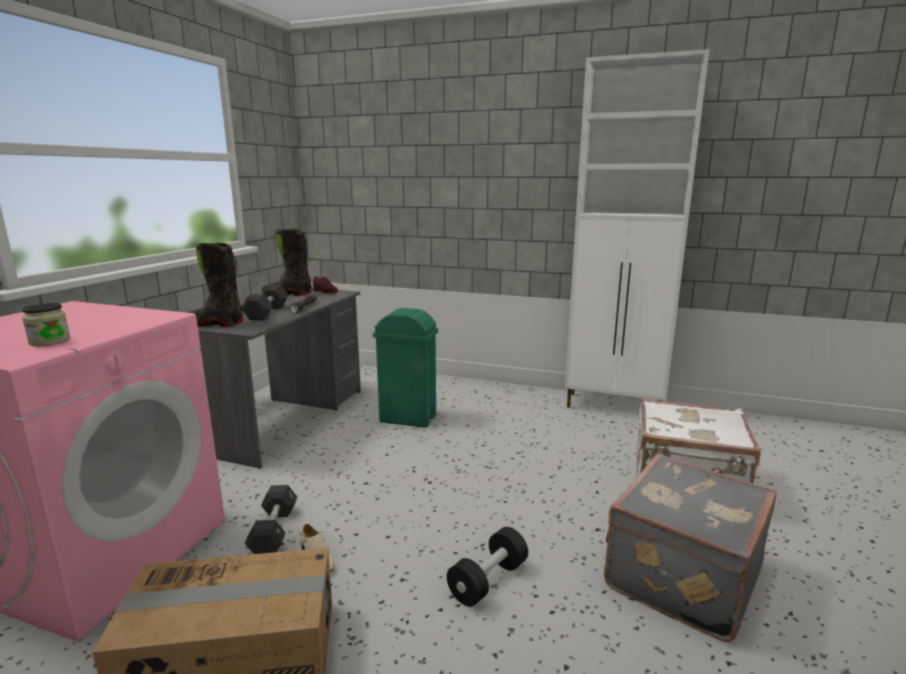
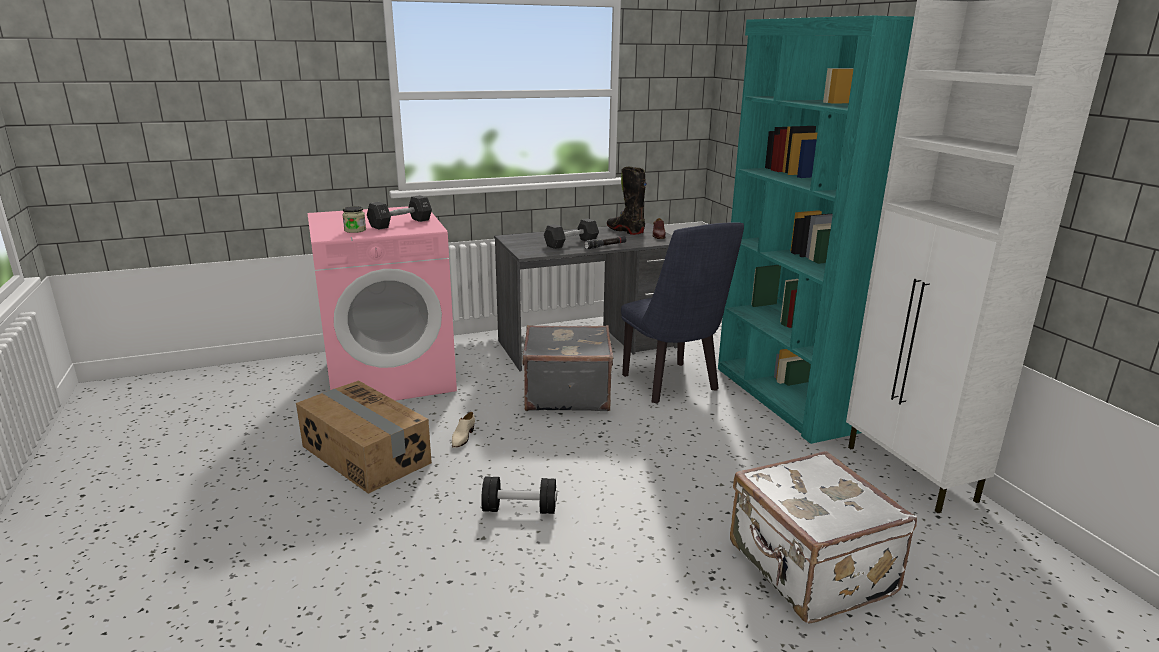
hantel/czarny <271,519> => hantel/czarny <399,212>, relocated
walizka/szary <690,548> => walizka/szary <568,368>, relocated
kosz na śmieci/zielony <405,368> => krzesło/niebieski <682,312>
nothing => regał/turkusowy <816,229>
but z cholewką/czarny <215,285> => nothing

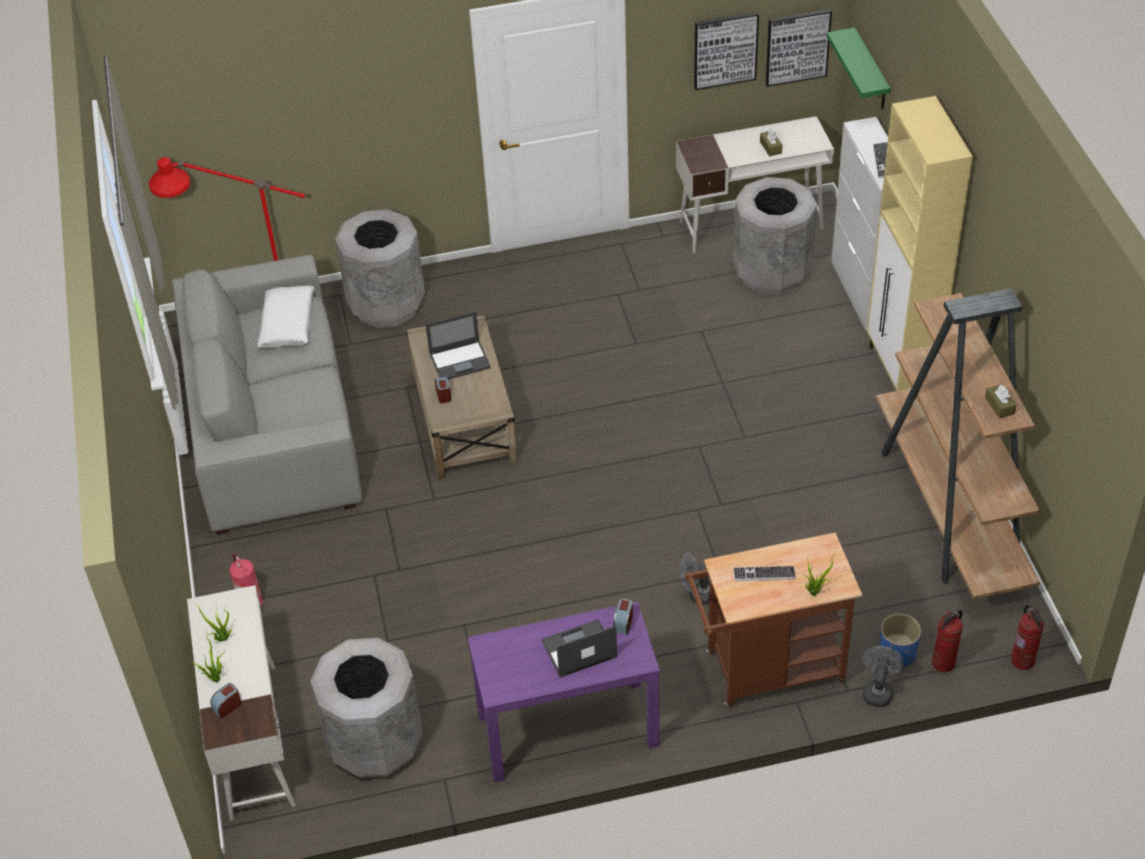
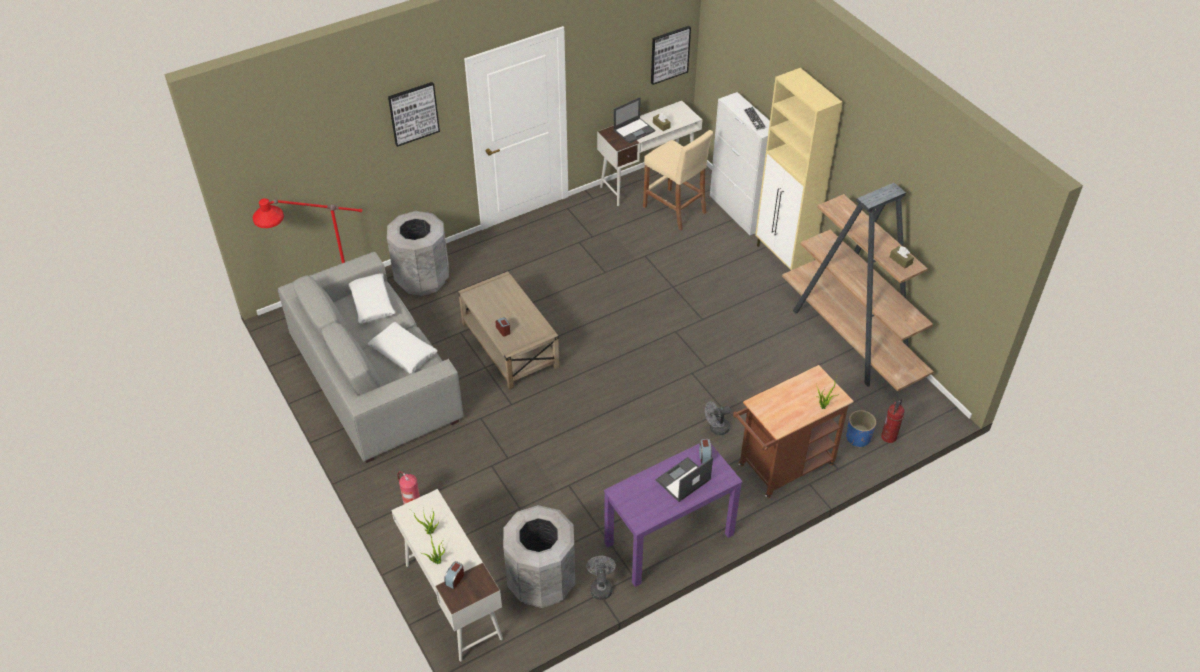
nothing => poduszka/biały <402,348>
obraz <726,51> => obraz <414,114>, relocated
wentylator/szary <883,676> => wentylator/szary <601,578>, relocated
laptop <458,346> => laptop <634,120>, relocated
kosz na śmieci/szary <775,236> => stołek/beżowy <678,180>
klawiatura <764,573> => nothing
półka/zielony <859,68> => nothing
gaśnica <1027,637> => nothing

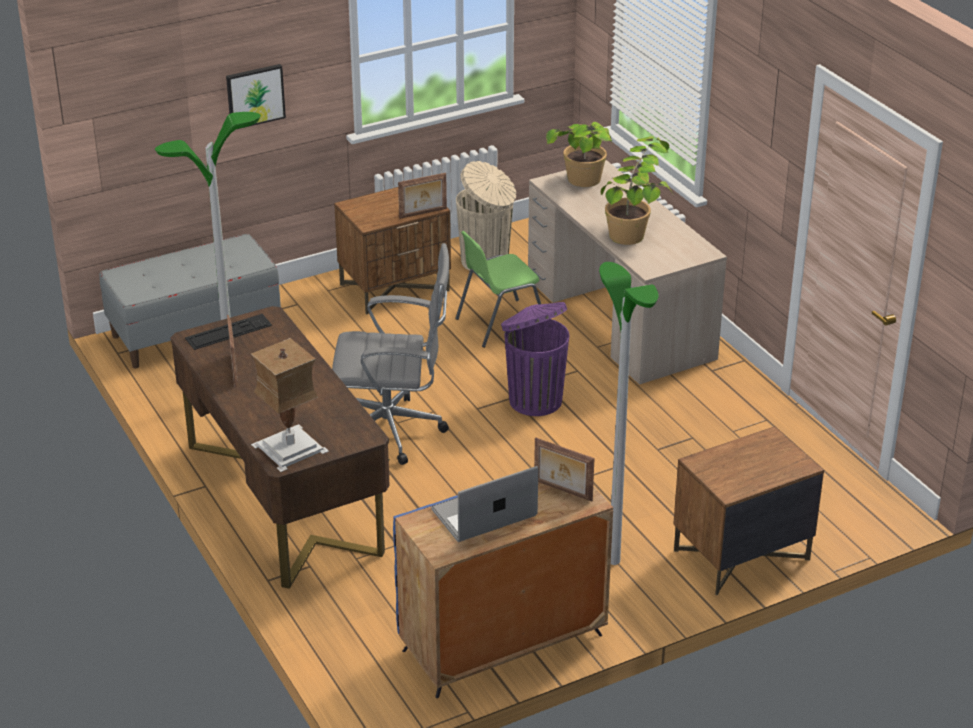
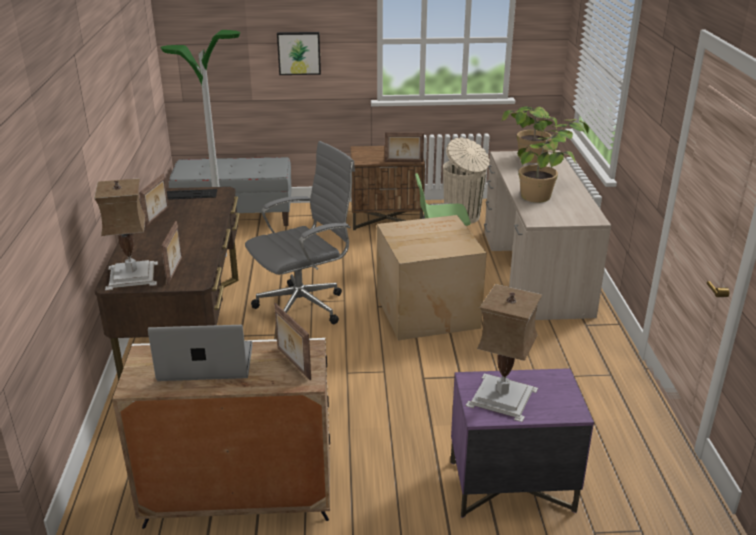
szafka/niebieski <503,590> => szafka/biały <221,433>
nothing => ramka na zdjęcie <171,253>
krzesło biurowe/szary <390,354> => krzesło biurowe/szary <300,232>, 60 degrees counterclockwise
kosz na śmieci/fioletowy <535,359> => karton <432,277>
szafka nocna/brązowy <748,510> => szafka nocna/fioletowy <522,443>
nothing => lampa stołowa <504,353>
lampa stojąca <629,413> => nothing

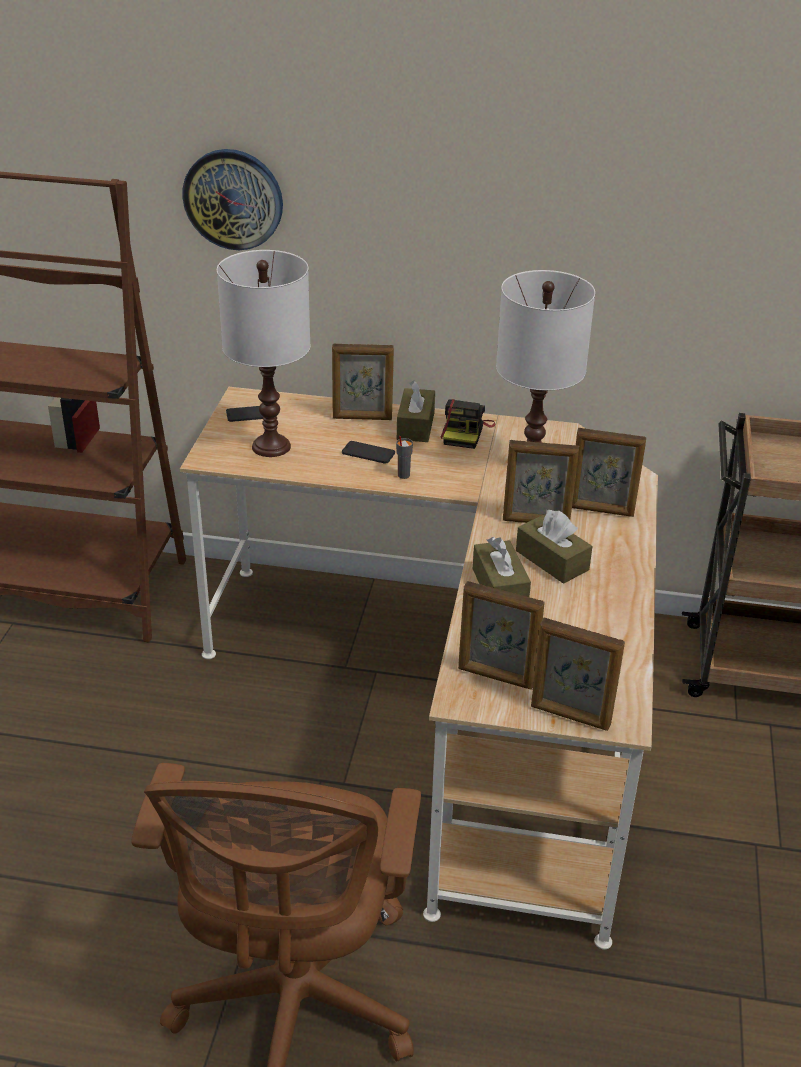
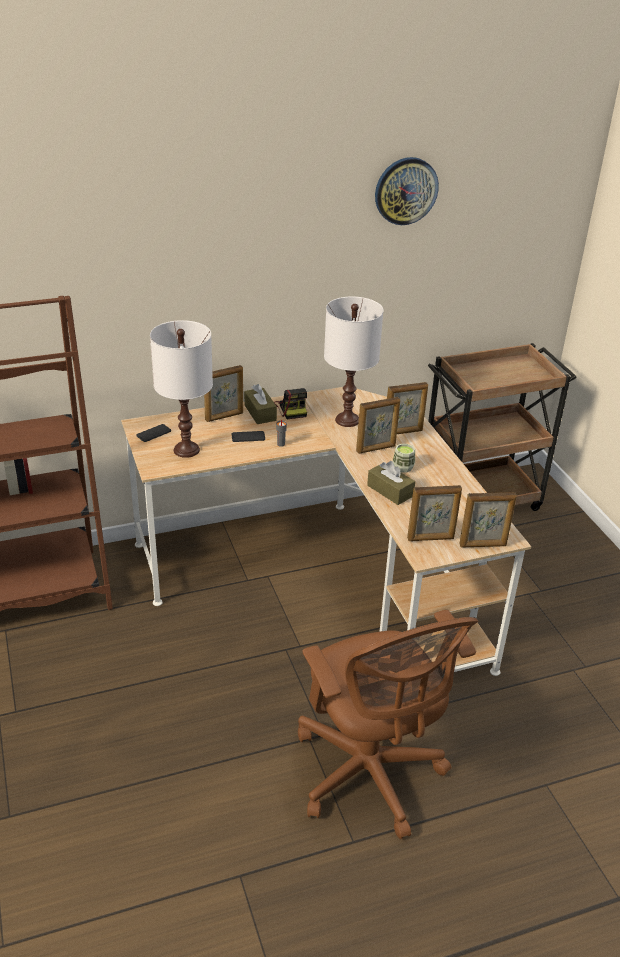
zegar ścienny <232,199> => zegar ścienny <407,191>, relocated
pudełko chusteczek/brązowy <554,547> => filiżanka <404,458>

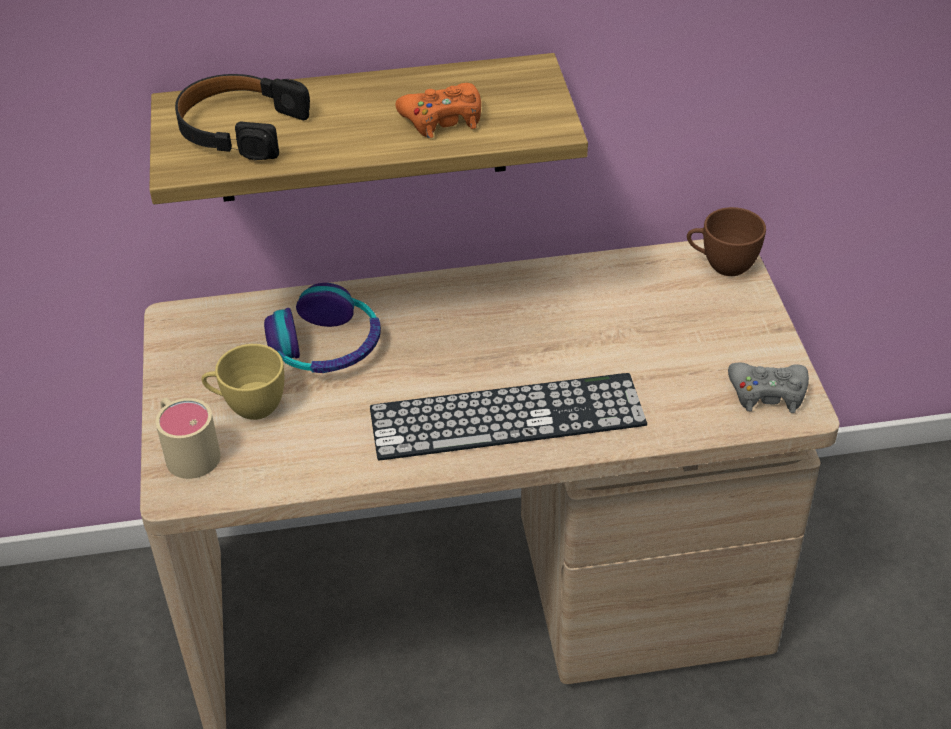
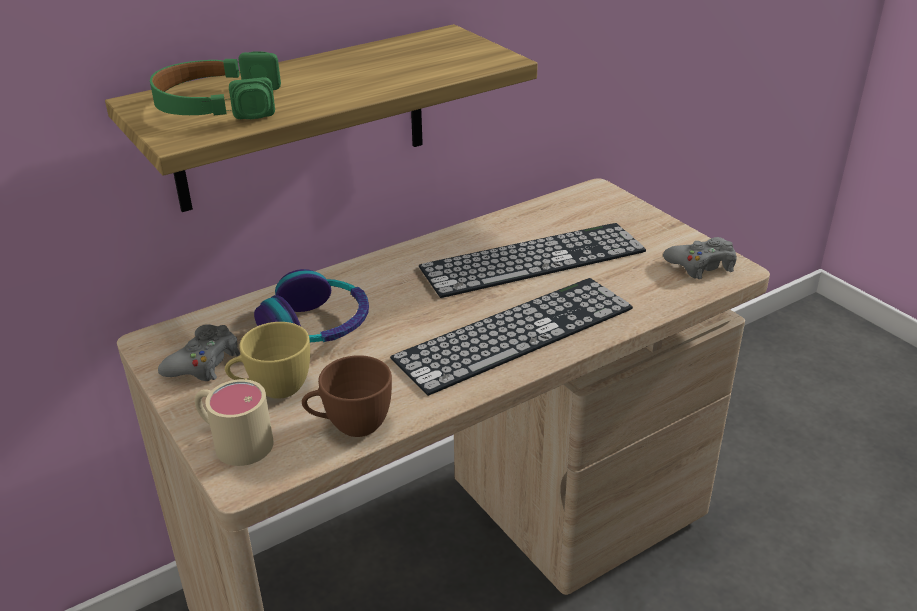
słuchawki/czarny <242,117> => słuchawki/zielony <215,85>
nothing => pad do gier/szary <199,352>
filiżanka/brązowy <726,241> => filiżanka/brązowy <347,396>, relocated
nothing => klawiatura <532,260>
pad do gier/pomarańczowy <438,110> => nothing

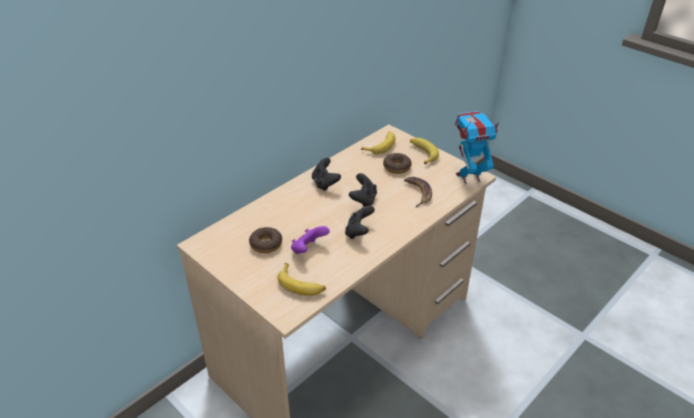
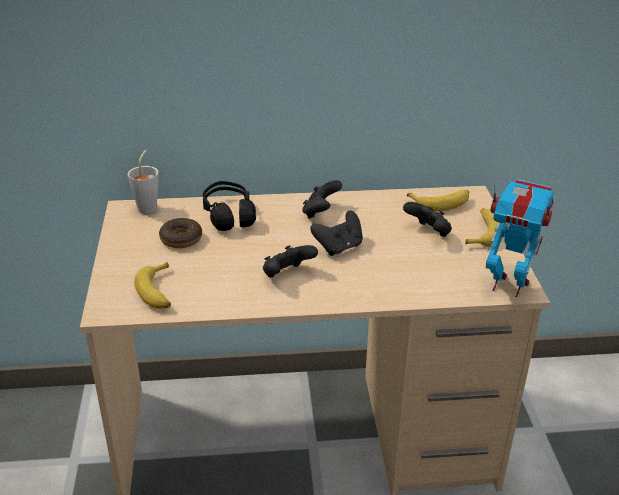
nothing => filiżanka/szary <143,182>
nothing => słuchawki/czarny <229,206>
donut <397,163> => pad do gier/czarny <427,219>
pad do gier/fioletowy <310,240> => nothing
banan <418,192> => nothing

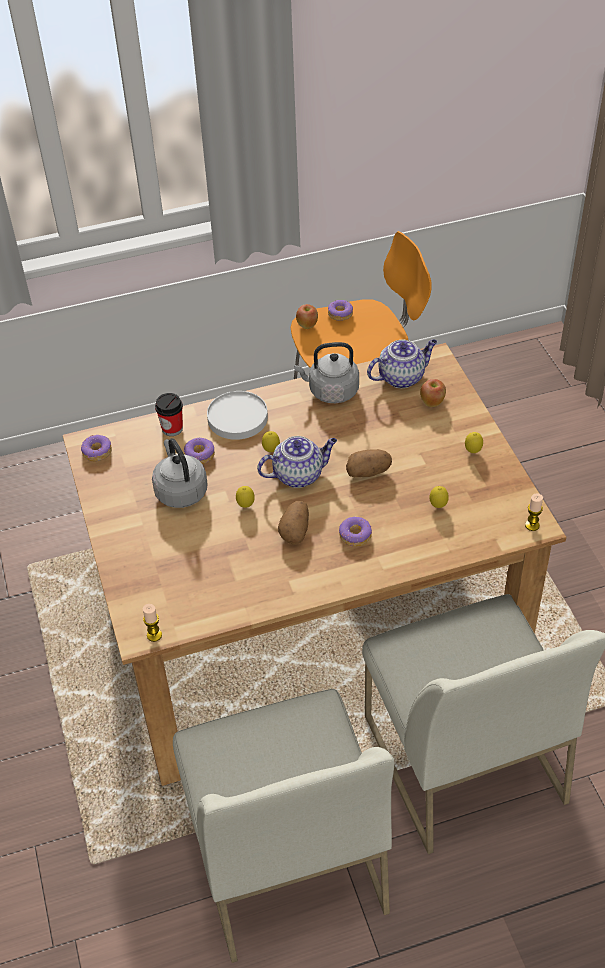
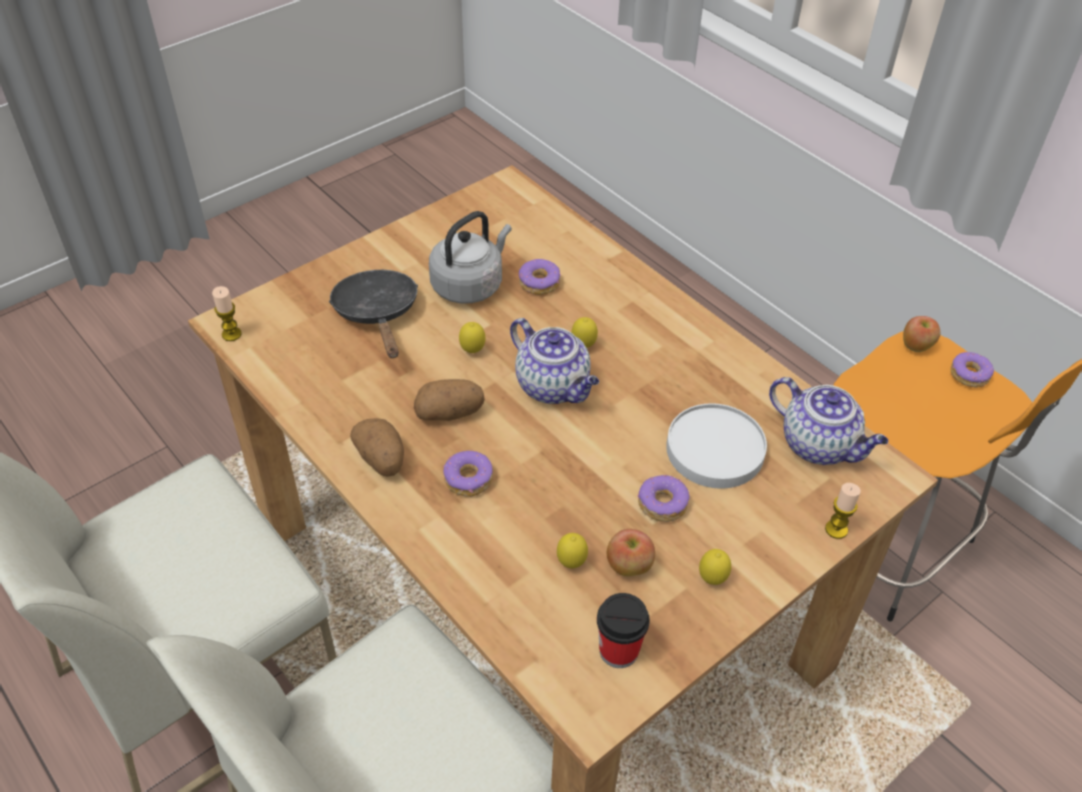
nothing => patelnia/czarny <373,314>
ziemniak <369,463> => ziemniak <377,447>, relocated
filiżanka <169,414> => filiżanka <623,630>, relocated
jabłko <433,393> => jabłko <631,552>, relocated
donut <96,448> => donut <663,498>, relocated
talerz/biały <237,415> => talerz/biały <716,445>, relocated
świeca <534,512> => świeca <843,511>, relocated
czajnik/szary <326,372> => nothing

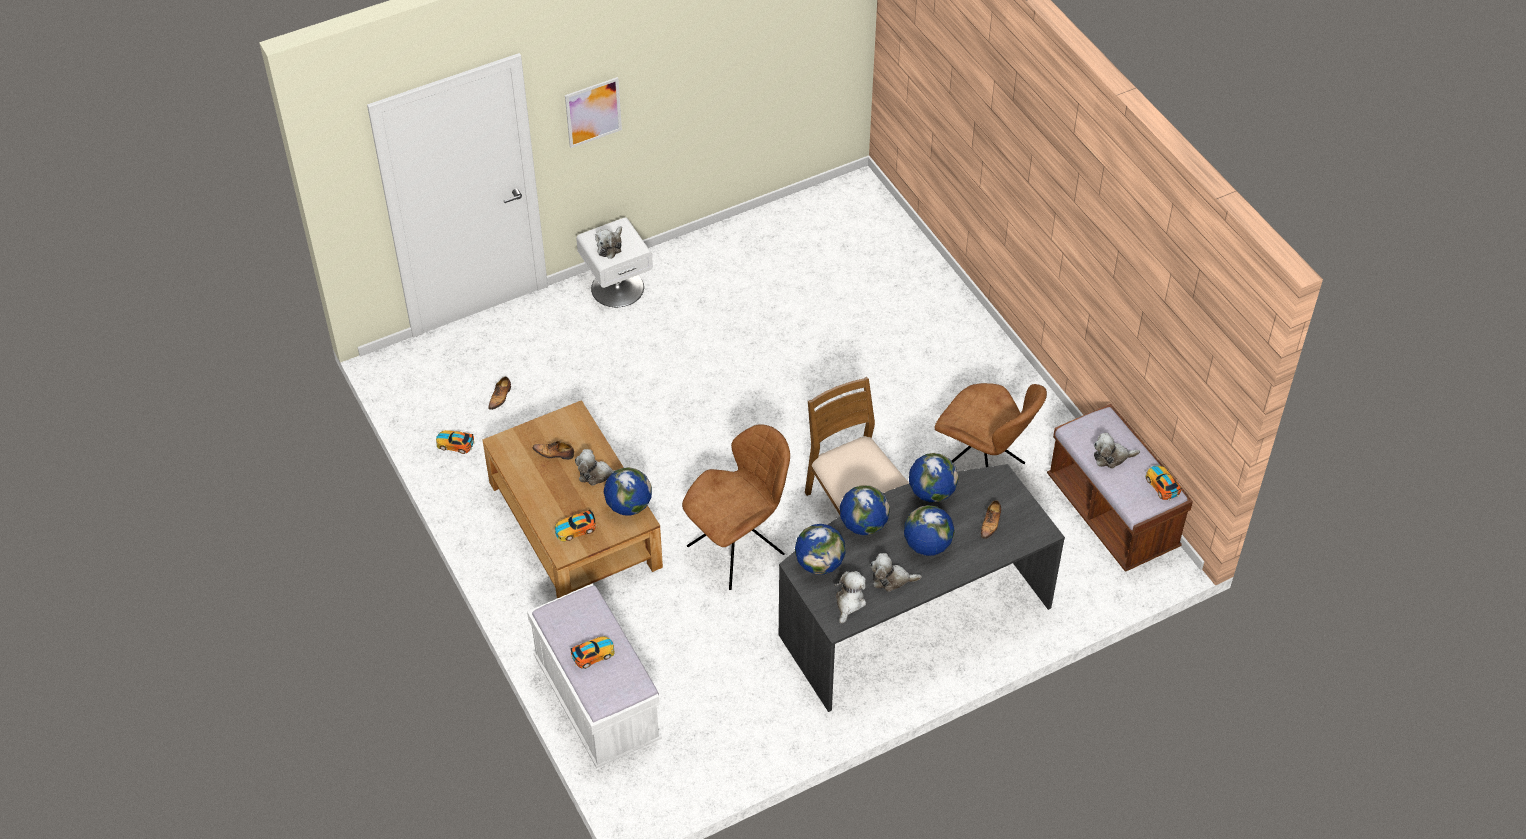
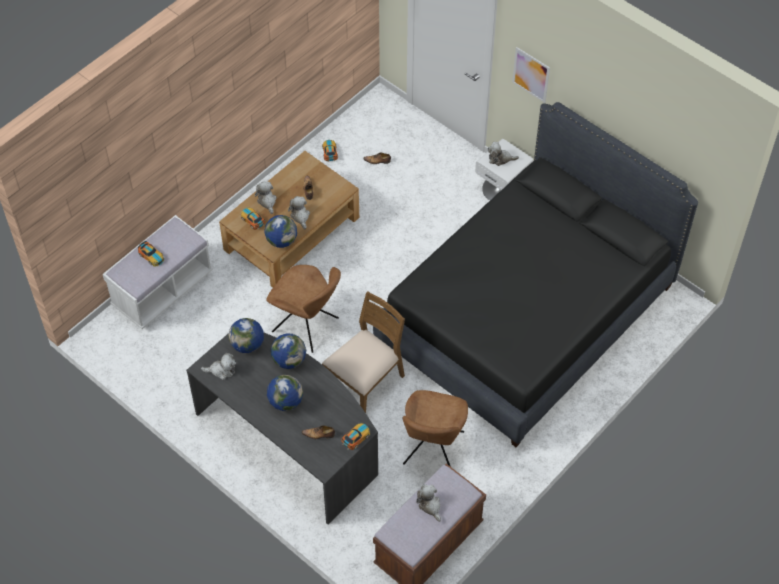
pluszak <896,572> => pluszak <266,197>, relocated
samochodzik <1163,483> => samochodzik <355,436>, relocated
nothing => łóżko/czarny <535,274>
globus <933,477> => nothing

